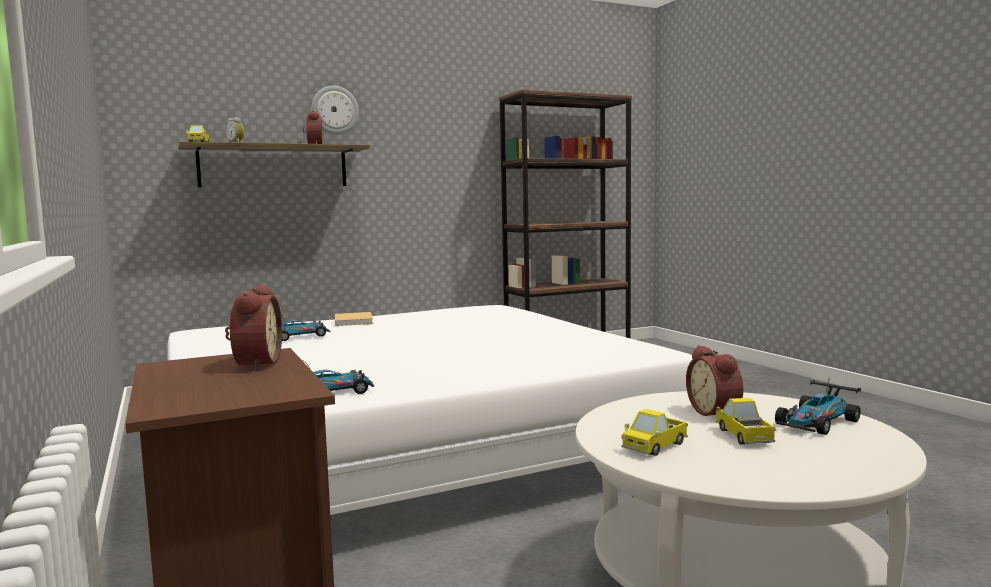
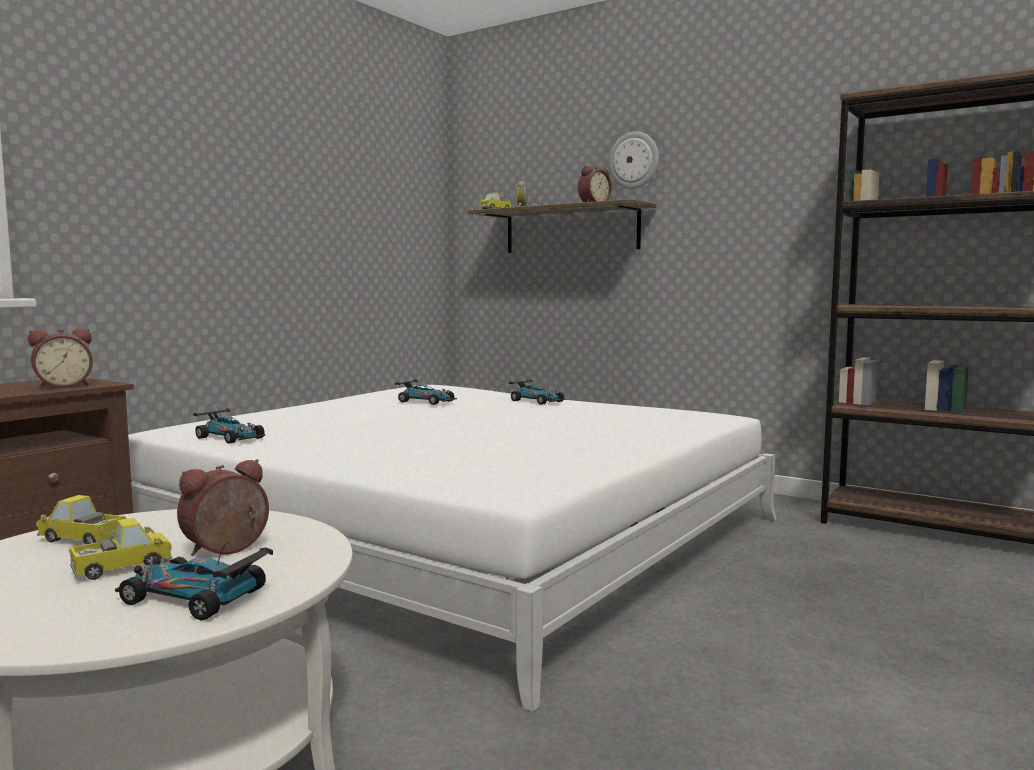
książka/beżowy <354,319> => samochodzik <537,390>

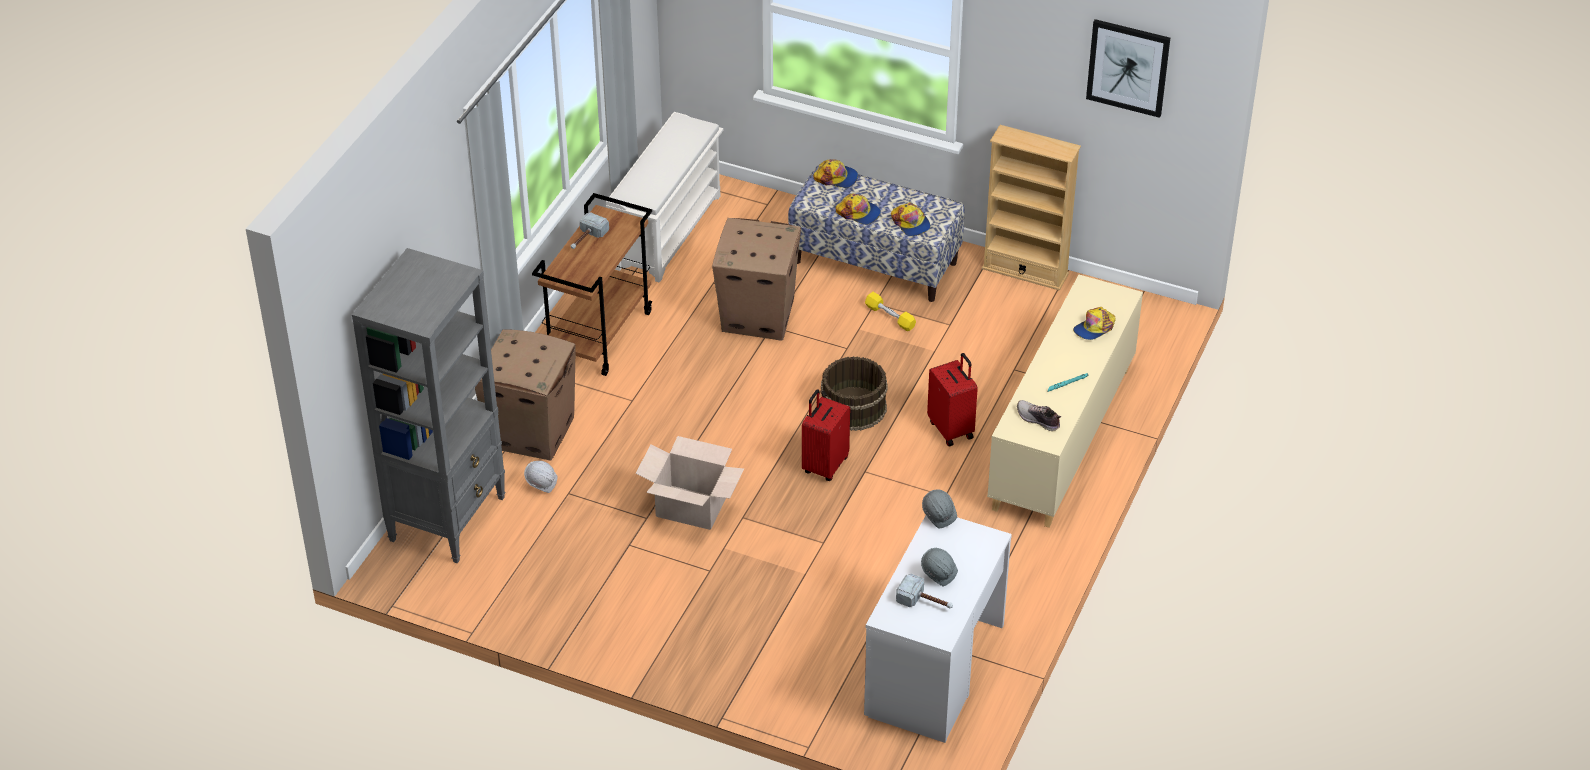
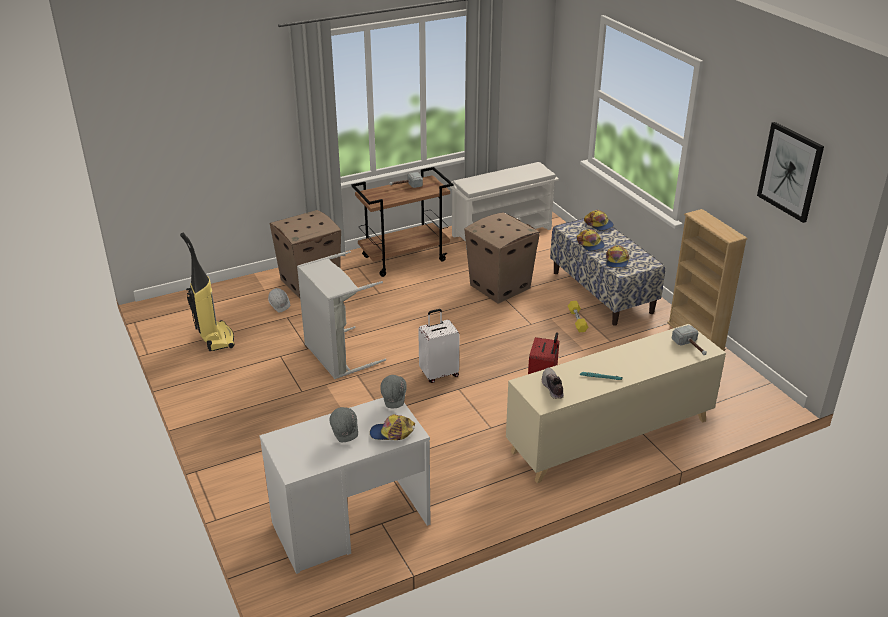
nothing => odkurzacz <207,292>
karton <689,483> => kosz na pranie/szary <341,315>
czapka z daszkiem <1094,323> => czapka z daszkiem <392,427>, relocated
walizka/czerwony <826,435> => walizka/biały <438,346>
młotek <924,591> => młotek <689,340>, relocated
regał/szary <429,405> => nothing
wiadro/brązowy <854,393> => nothing

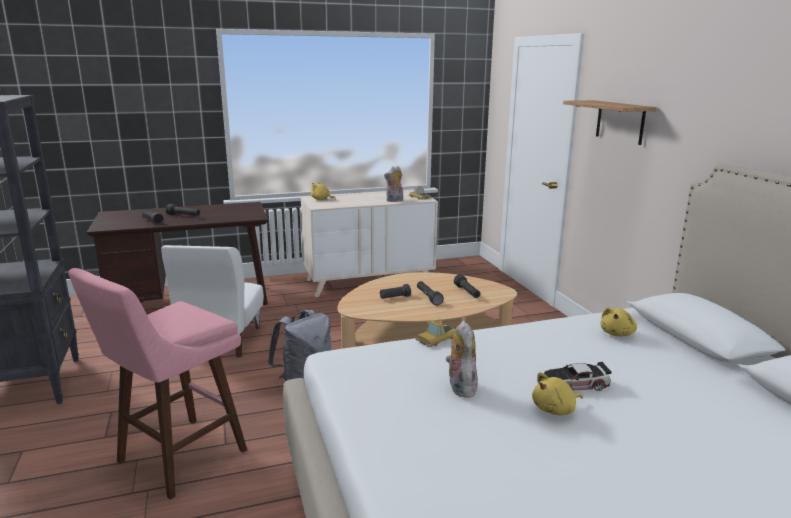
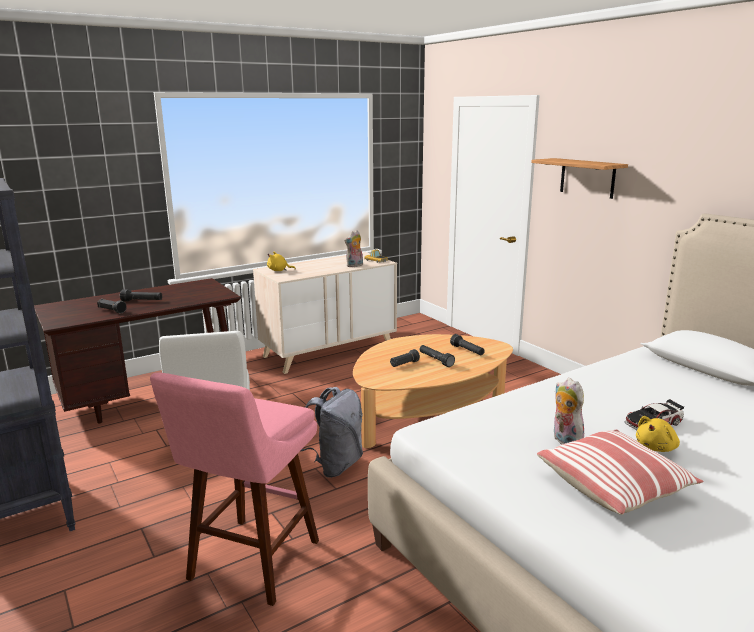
nothing => poduszka <620,472>
samochodzik <435,333> => nothing
pluszak/żółty <618,321> => nothing

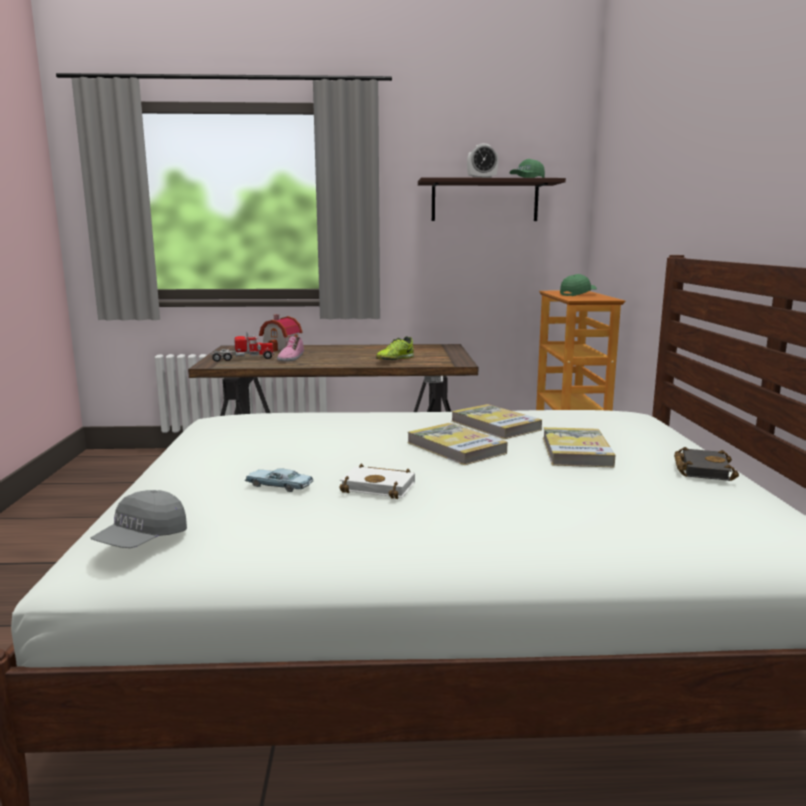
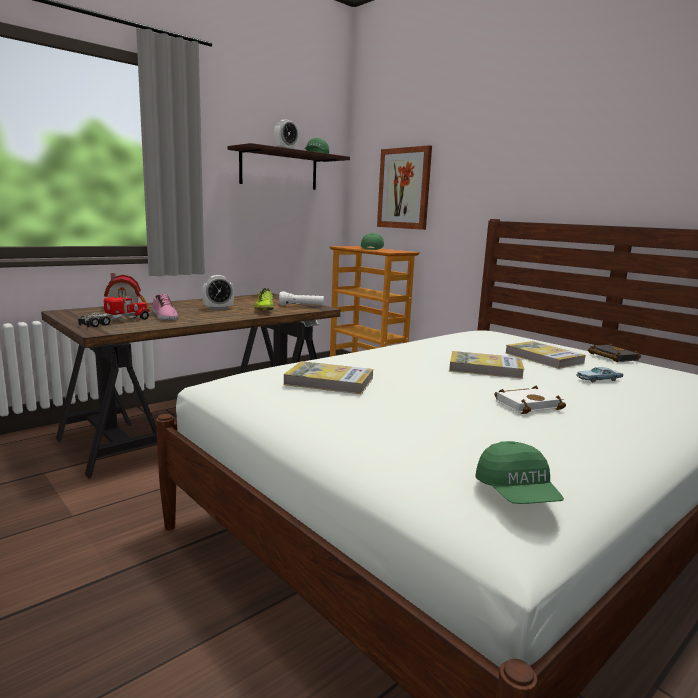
nothing => budzik <218,292>
nothing => latarka/biały <301,298>
książka <497,421> => książka <328,377>, relocated
nothing => obraz <404,187>
czapka z daszkiem/szary <139,519> => czapka z daszkiem/zielony <519,472>
samochodzik/niebieski <279,480> => samochodzik/niebieski <599,374>, relocated

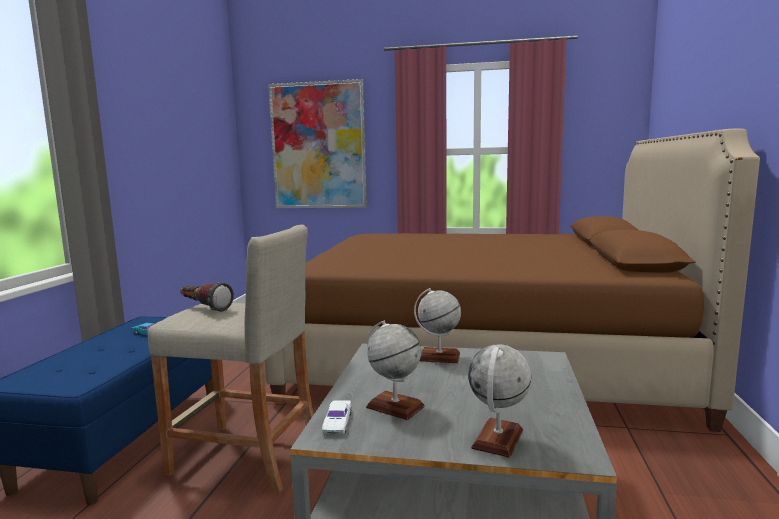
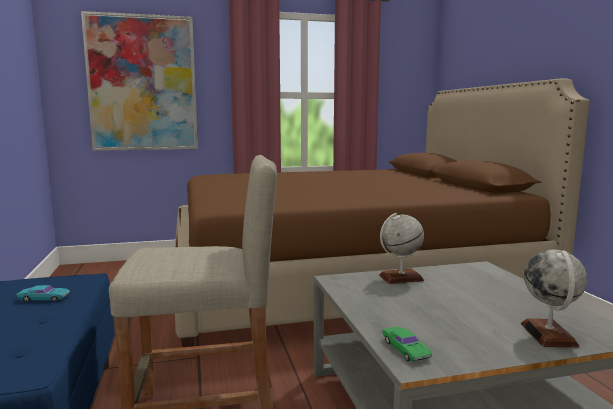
samochodzik/biały <336,417> => samochodzik/zielony <407,344>
latarka <207,297> => nothing
globus <395,370> => nothing

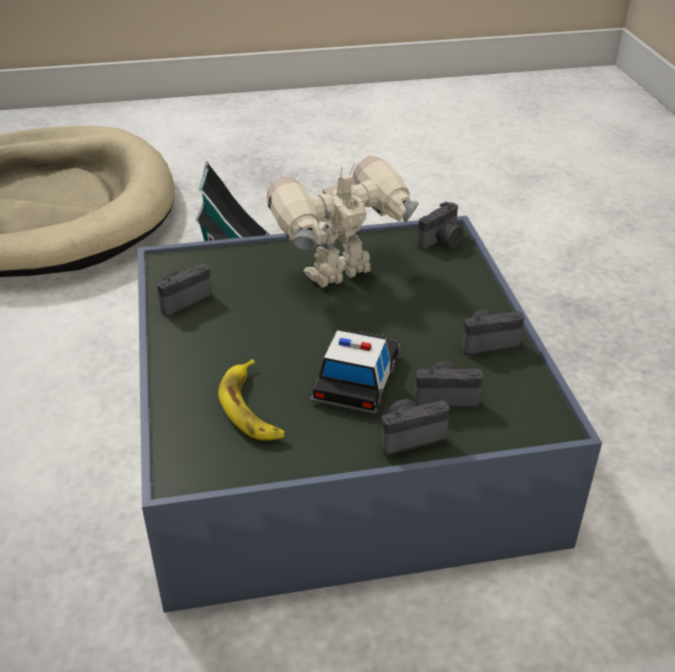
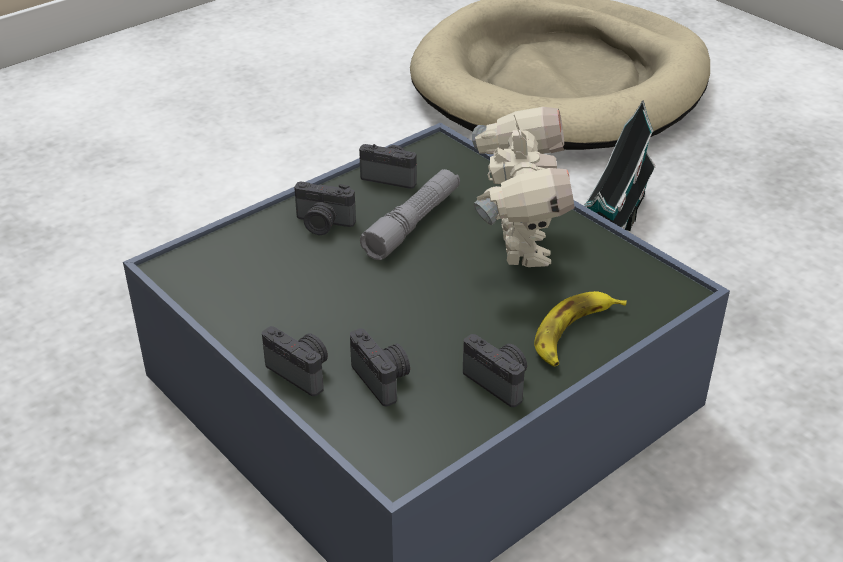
aparat fotograficzny <440,225> => aparat fotograficzny <325,208>, relocated
nothing => latarka/szary <410,214>
robot zabawkowy <343,222> => robot zabawkowy <523,187>, 60 degrees clockwise
banan <251,400> => banan <580,329>, relocated
samochodzik <355,372> => nothing

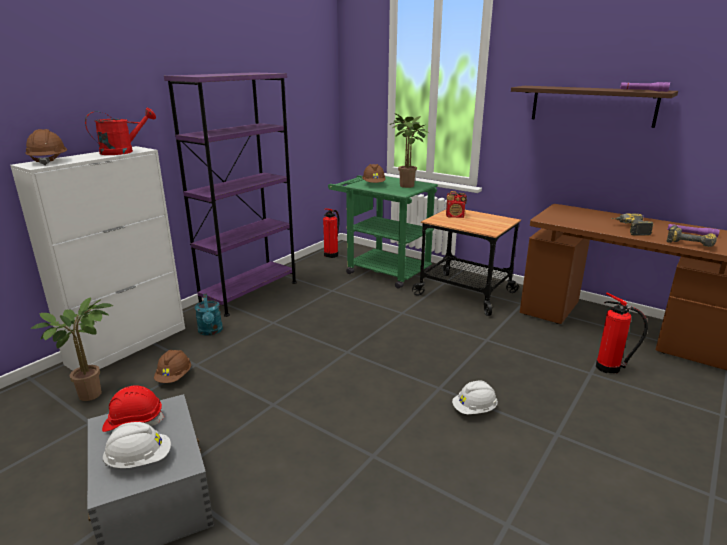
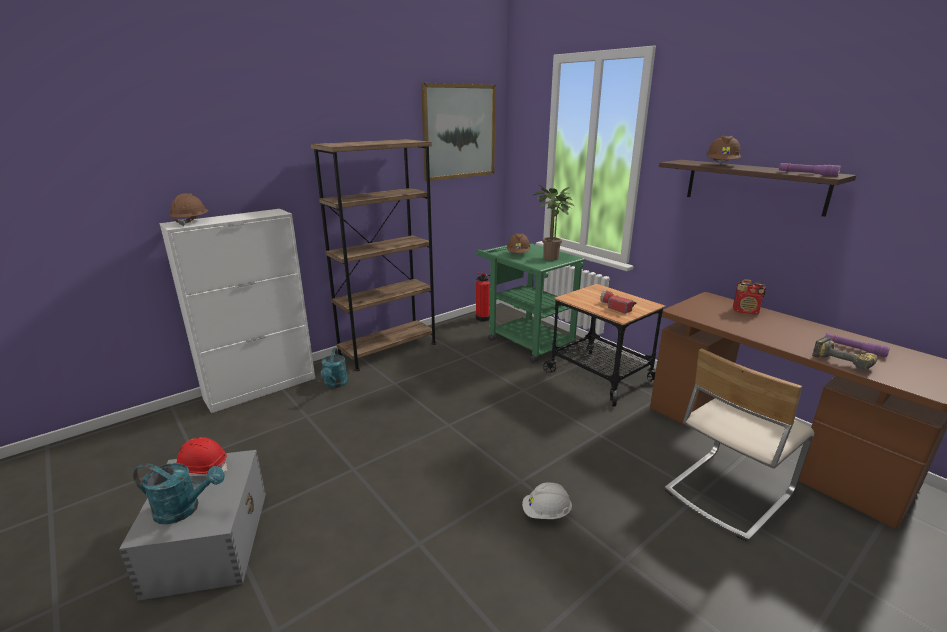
kask/biały <136,445> => konewka/turkusowy <179,494>
regał/fioletowy <230,194> => regał/brązowy <373,255>
nothing => obraz <458,132>
nothing => latarka <618,302>
gaśnica <622,333> => krzesło/beżowy <739,445>
kask/brązowy <172,366> => kask/brązowy <723,149>, relocated
radio <456,204> => radio <749,297>, relocated
roślina doniczkowa <72,349> => nothing
konewka/czerwony <120,131> => nothing
wiertarka <632,224> => nothing

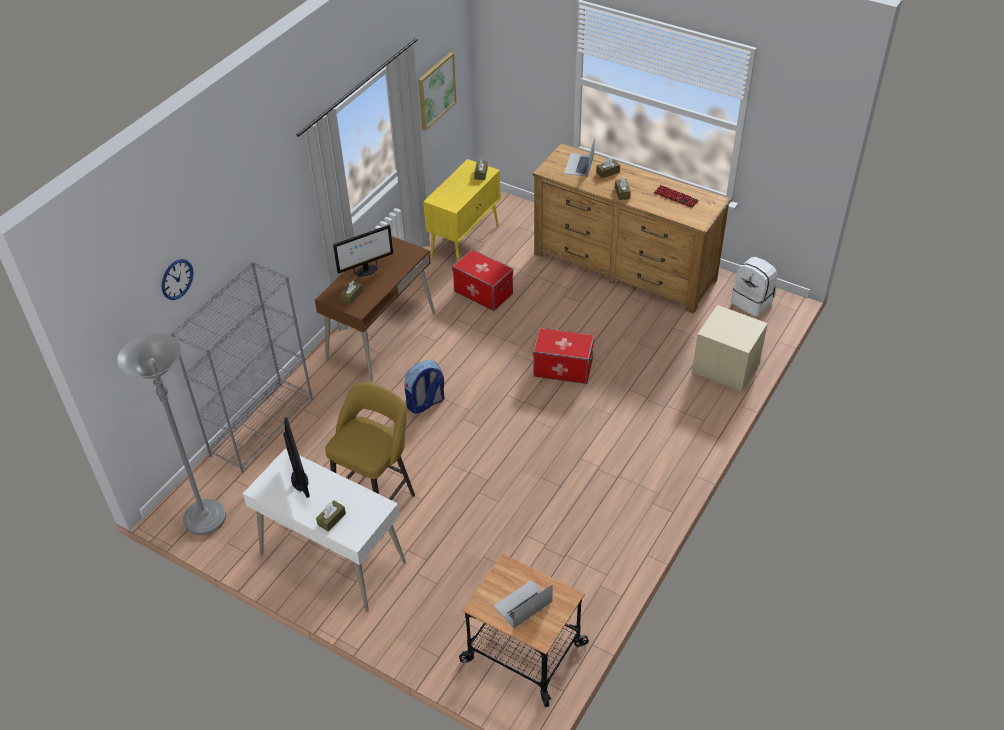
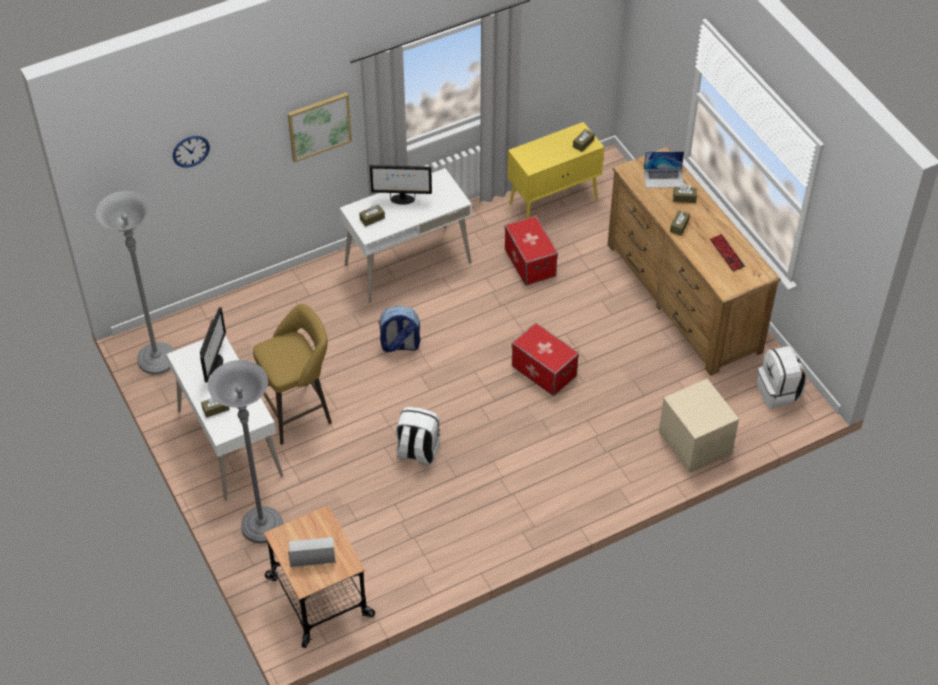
nothing => lampa stojąca/szary <245,452>
obraz <437,91> => obraz <319,127>, relocated
biurko/brązowy <375,309> => biurko/biały <406,235>
nothing => plecak/biały <418,436>
laptop <579,157> => laptop <664,169>, 135 degrees counterclockwise
regał/szary <242,367> => nothing

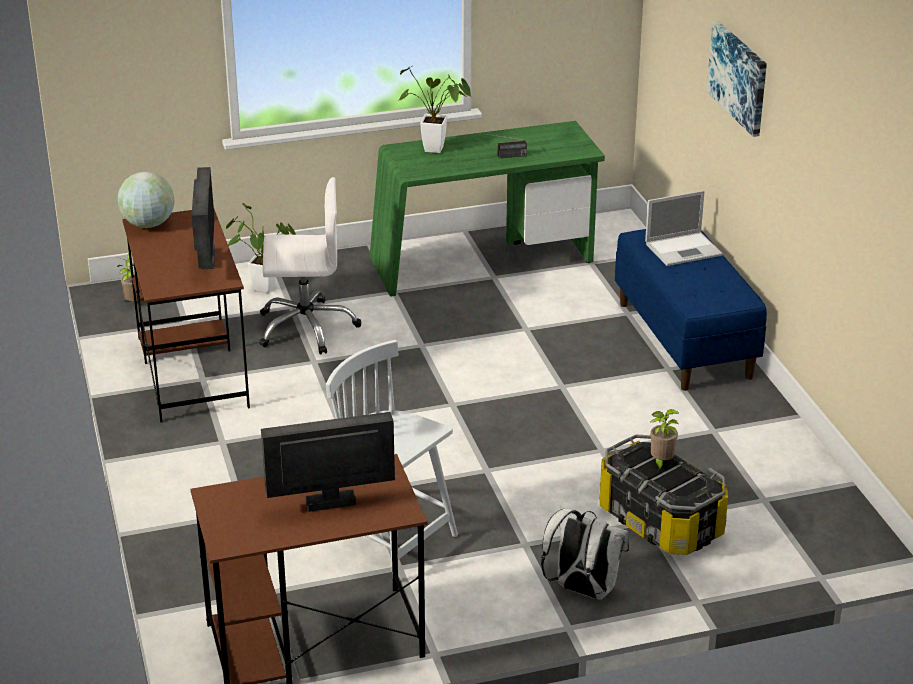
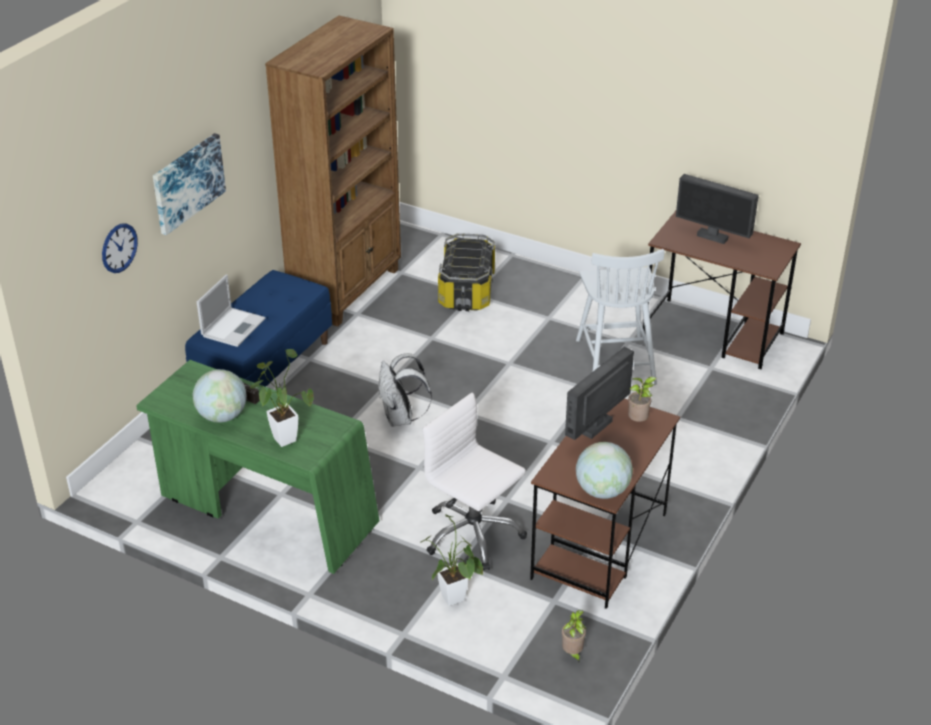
nothing => zegar ścienny <120,248>
nothing => globus <220,396>
laptop <684,228> => laptop <231,311>, 90 degrees clockwise
nothing => regał/brązowy <333,171>
plecak/biały <585,553> => plecak/biały <405,390>, relocated
roślina doniczkowa <665,440> => roślina doniczkowa <642,399>, relocated

